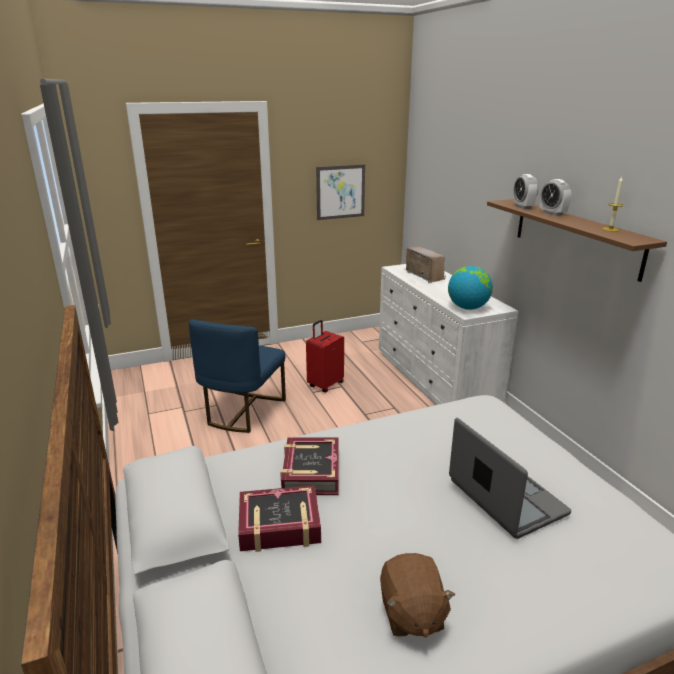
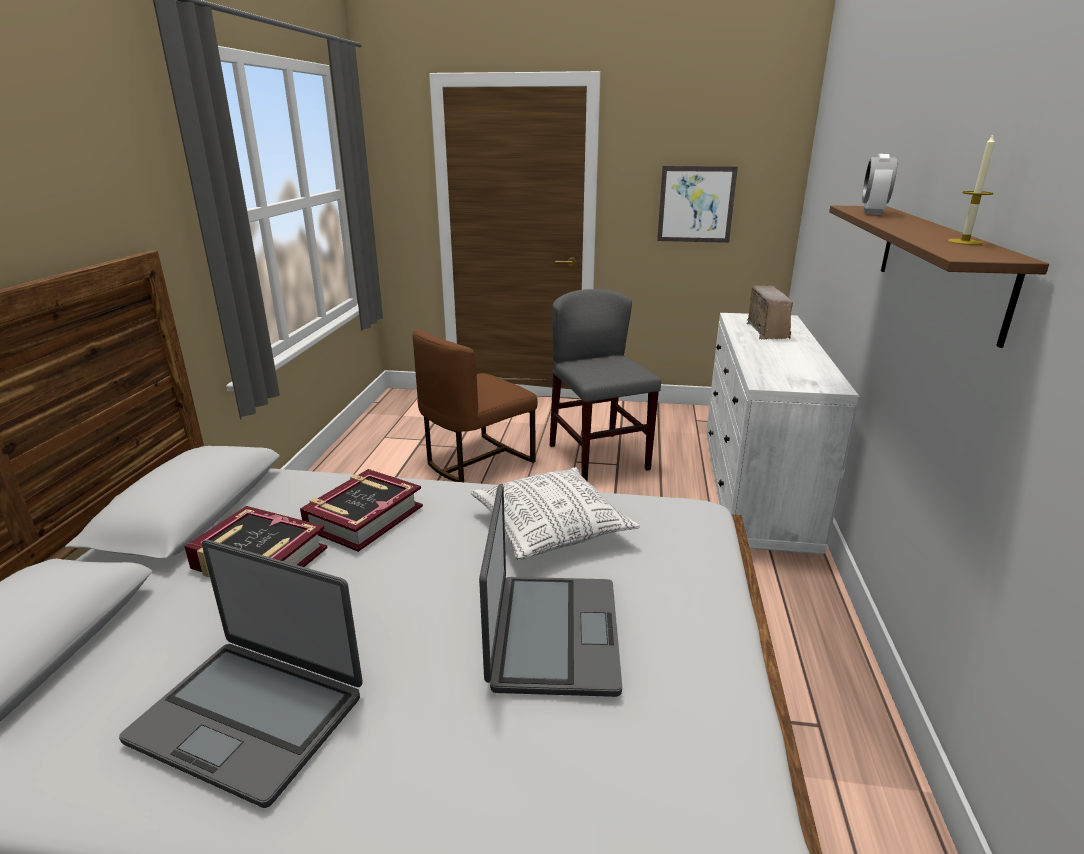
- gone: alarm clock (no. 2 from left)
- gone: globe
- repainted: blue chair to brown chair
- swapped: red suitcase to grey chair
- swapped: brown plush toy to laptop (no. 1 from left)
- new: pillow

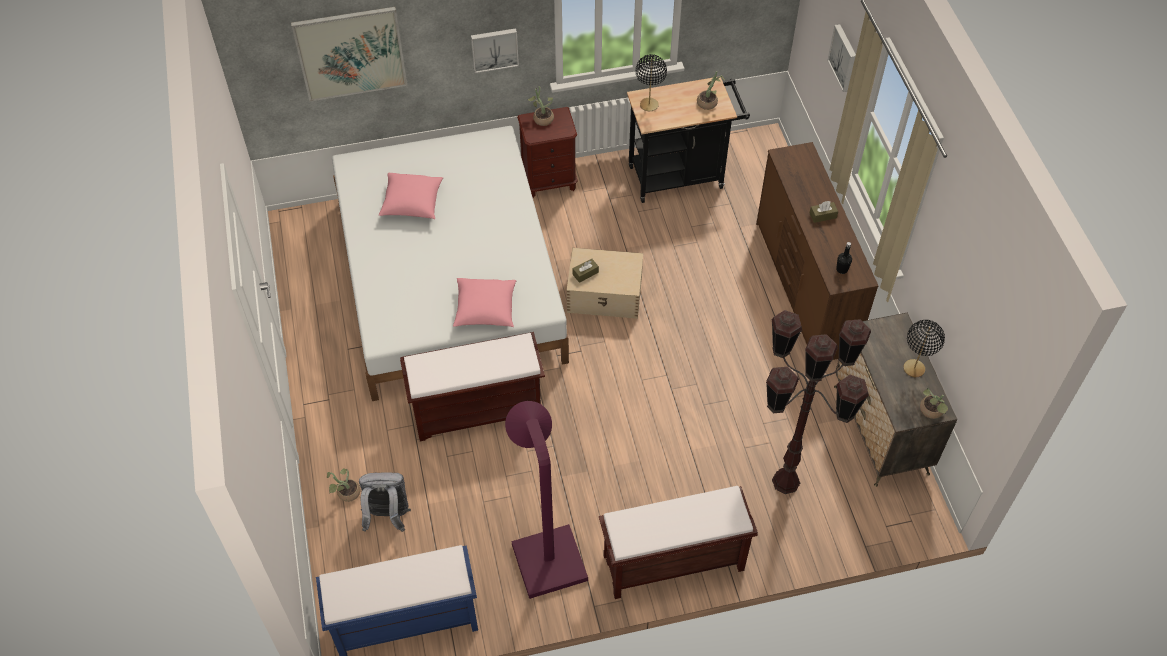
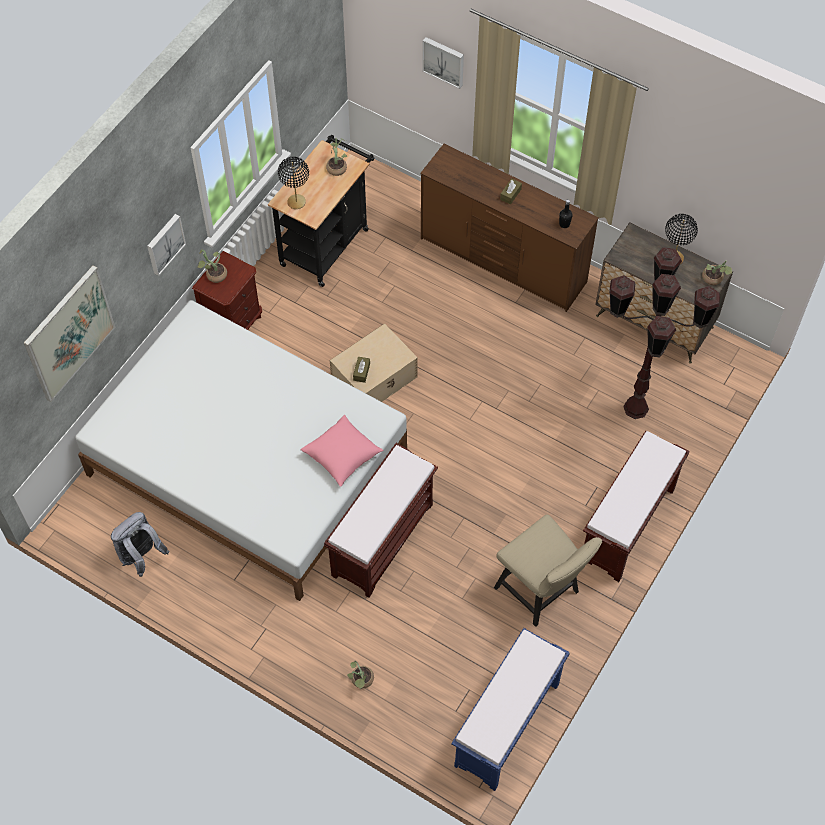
- gone: pink pillow (no. 1 from left)
- swapped: purple floor lamp to beige chair
- shifted: grey backpack

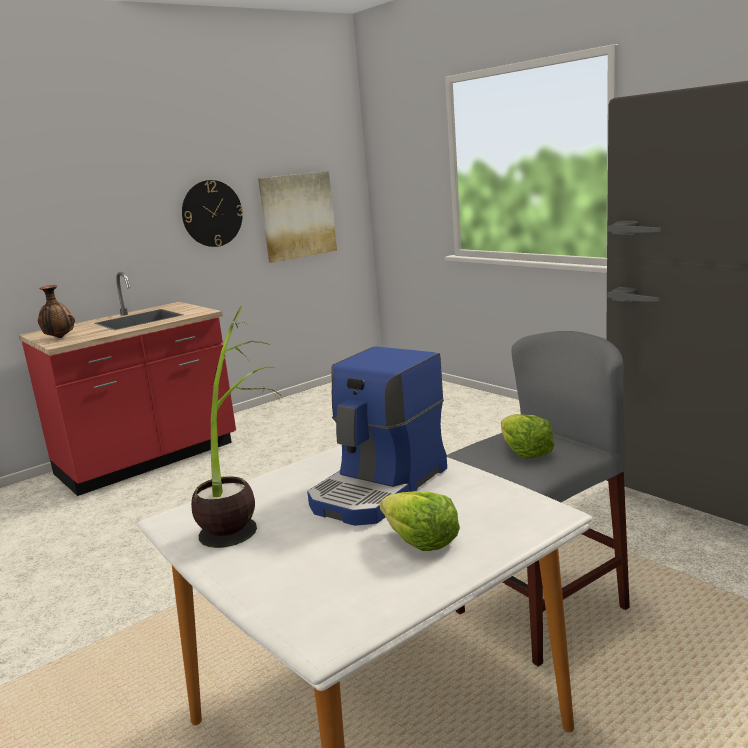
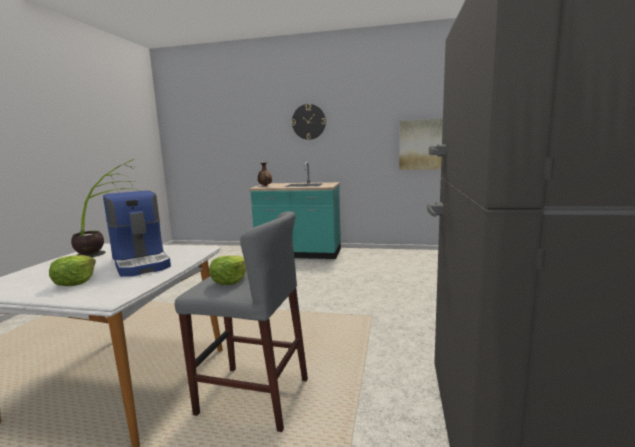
- shifted: wall clock
- repainted: red counter to turquoise counter
- rotated: coffee machine 120 degrees counterclockwise

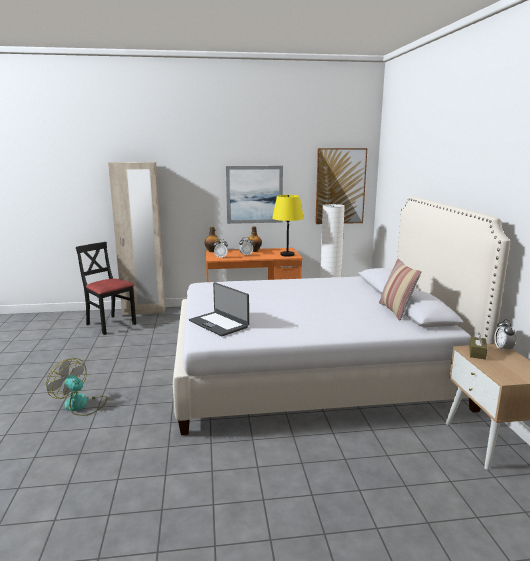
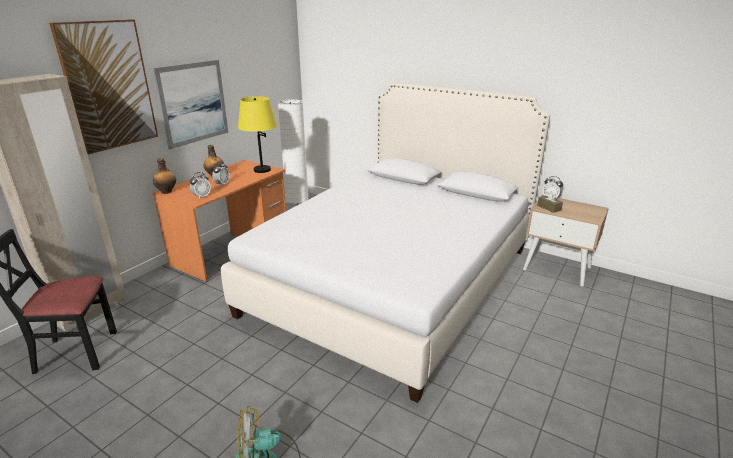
- shifted: picture (no. 2 from left in the first image) to picture (no. 1 from left)
- gone: pillow
- gone: laptop

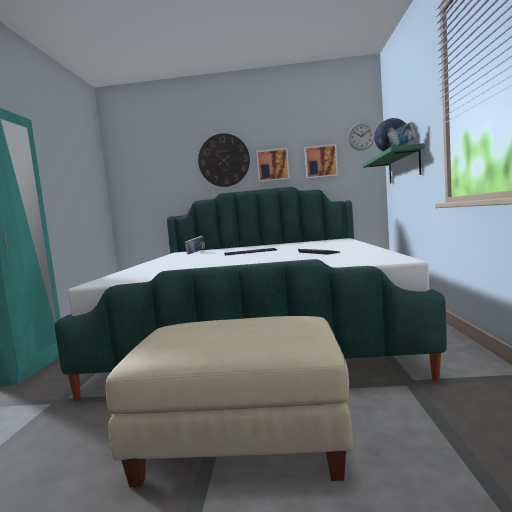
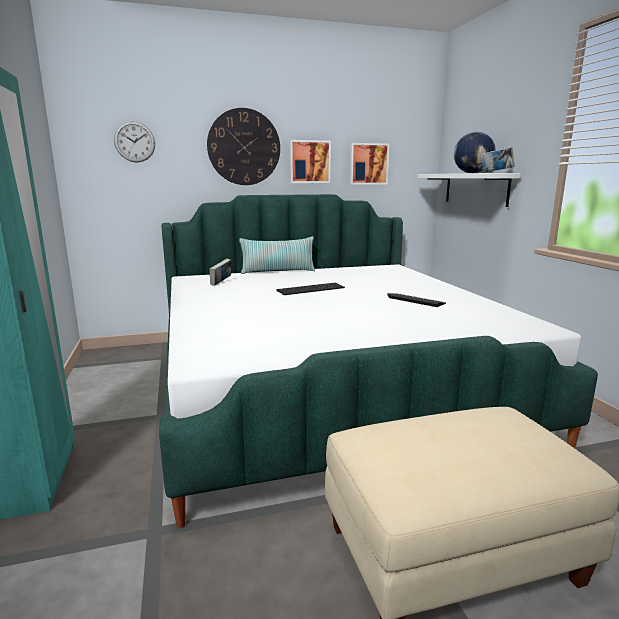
- shifted: wall clock (no. 2 from left in the first image) to wall clock (no. 1 from left)
- repainted: green shelf to white shelf
- new: pillow

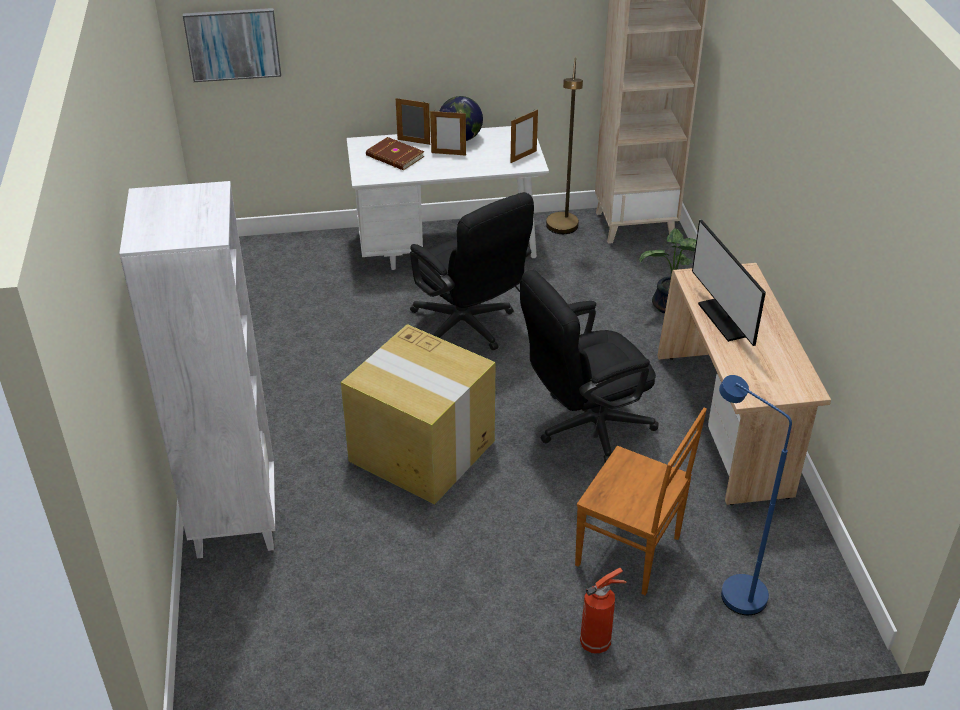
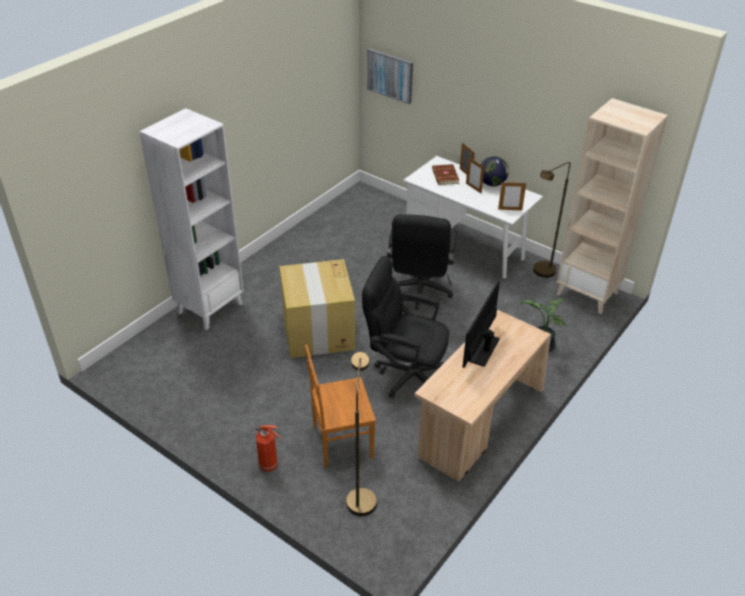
- repainted: blue floor lamp to brown floor lamp (no. 1 from left)
- rotated: brown chair 90 degrees clockwise

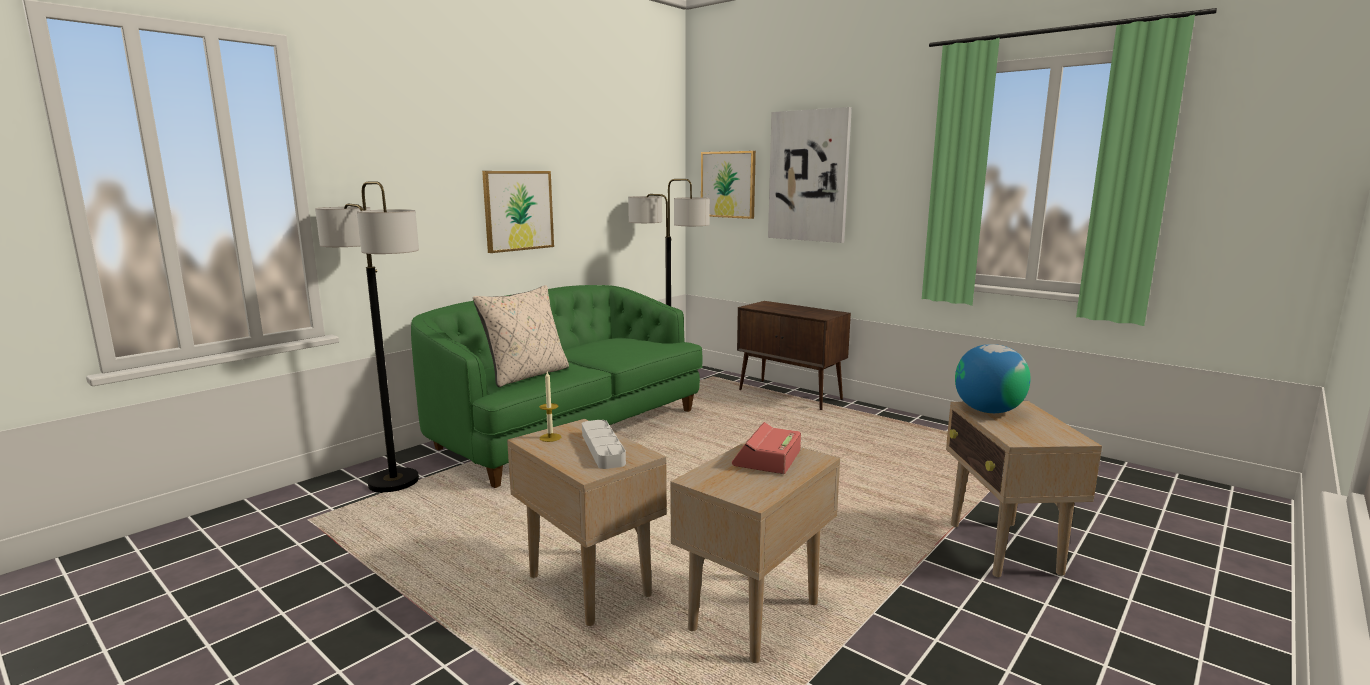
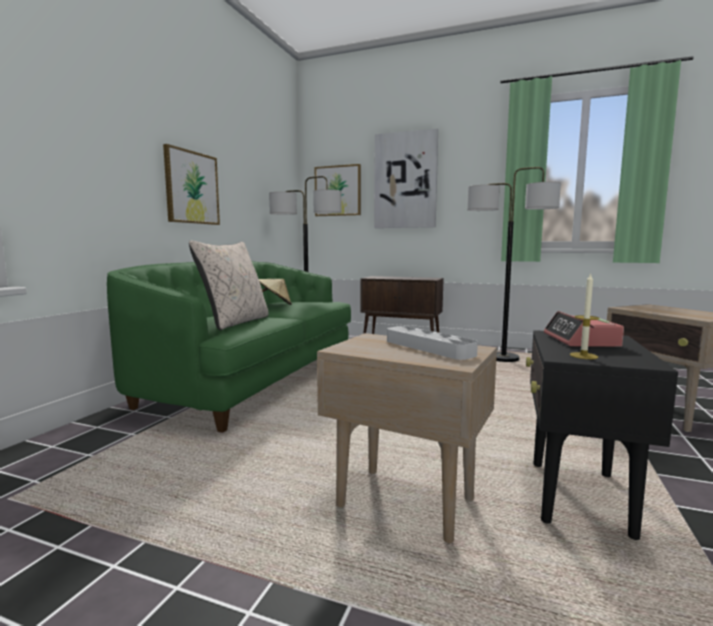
- shifted: floor lamp (no. 1 from left in the first image) to floor lamp (no. 2 from left)
- gone: globe
- shifted: candle
- repainted: beige side table (no. 2 from left) to black side table
- new: beige hat

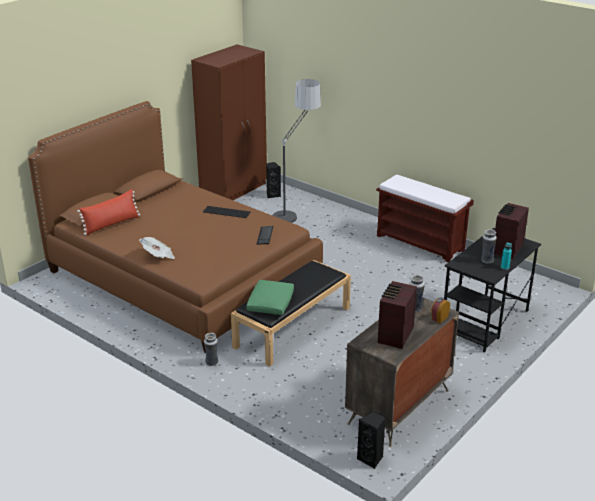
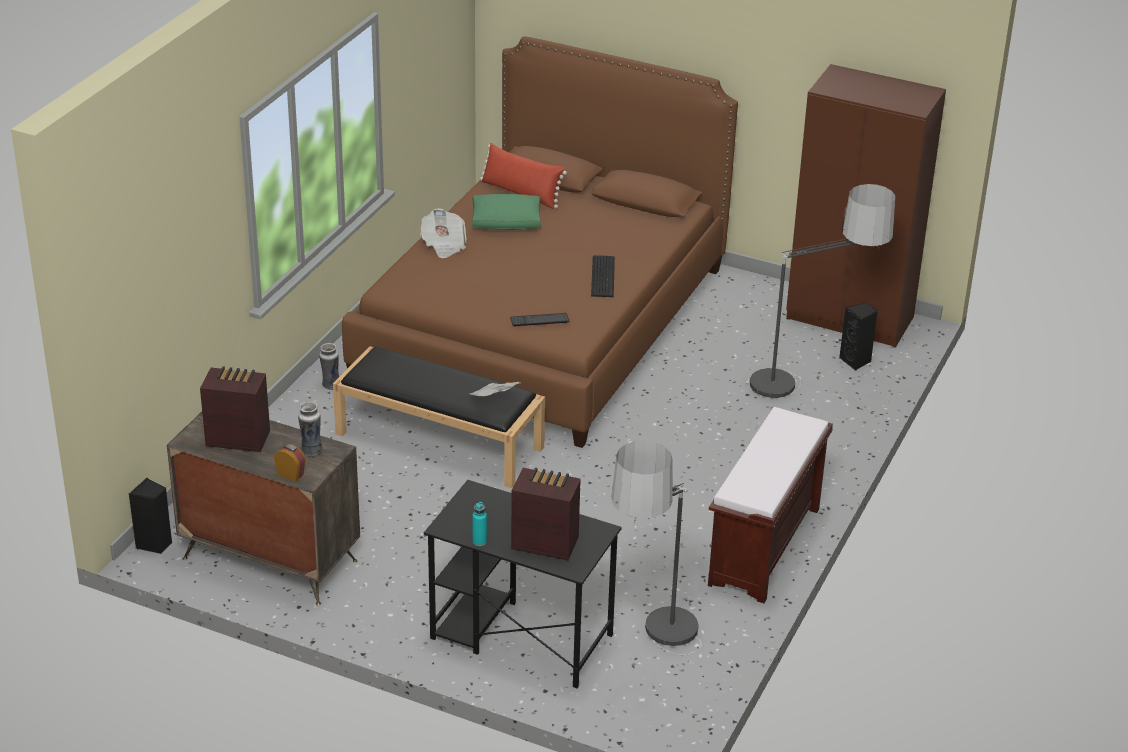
- gone: vase (no. 3 from left)
- shifted: green pillow
- new: newspaper (no. 2 from left)
- new: floor lamp (no. 1 from left)

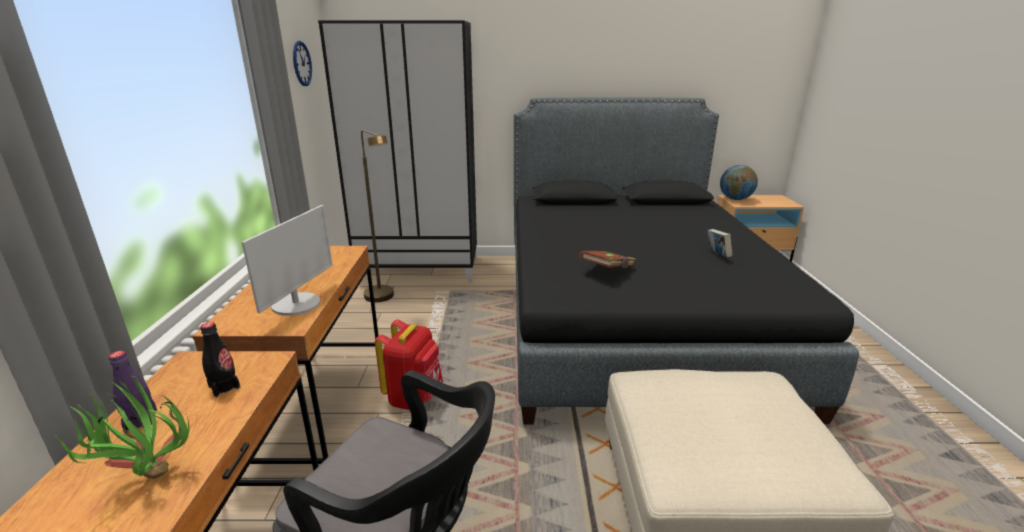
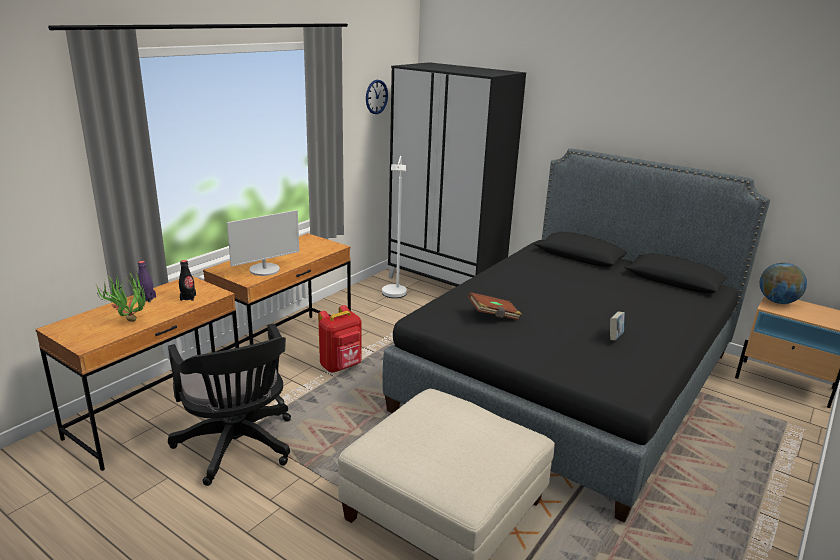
- repainted: brown floor lamp to white floor lamp

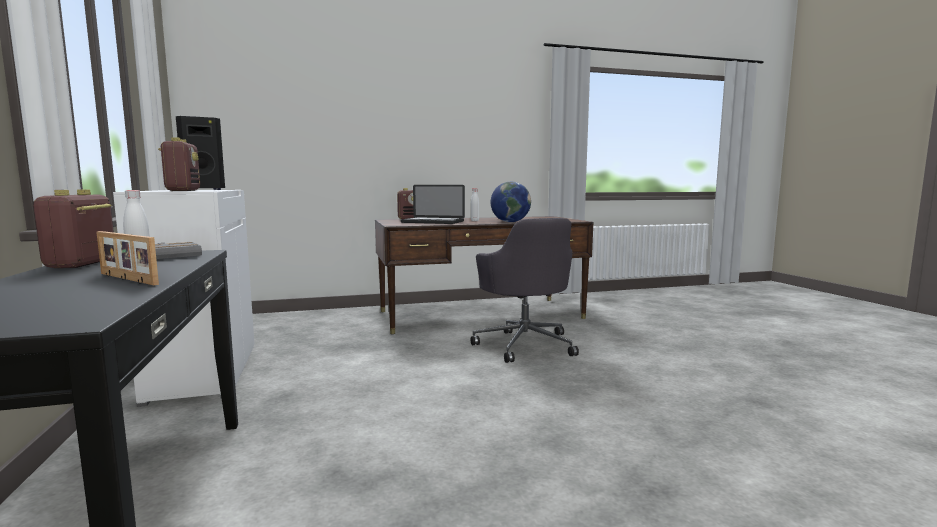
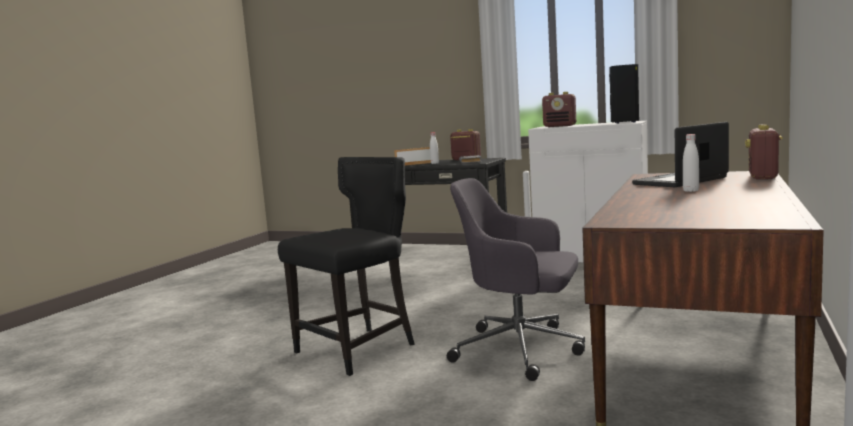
- gone: globe
- new: black chair

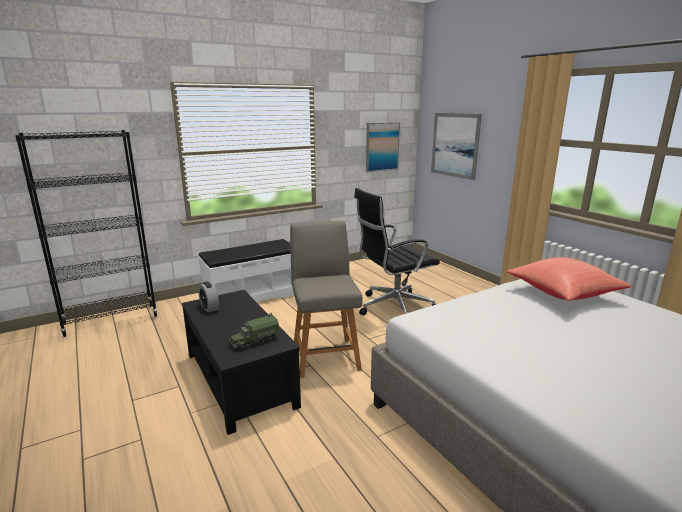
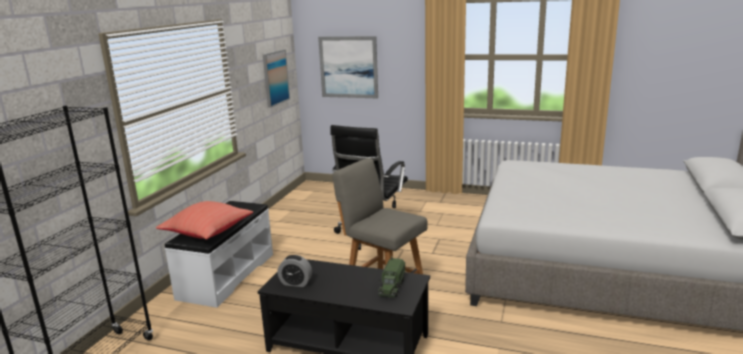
- shifted: red pillow

